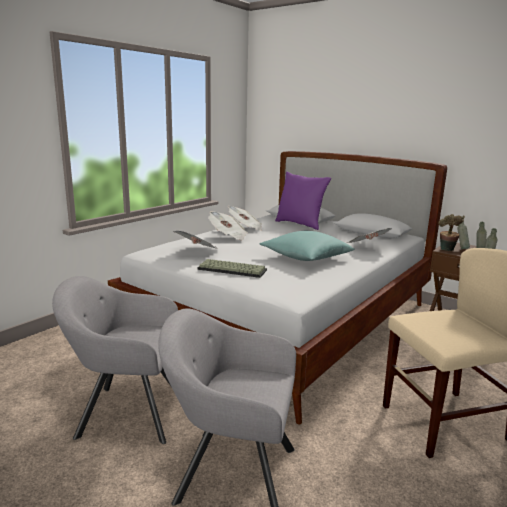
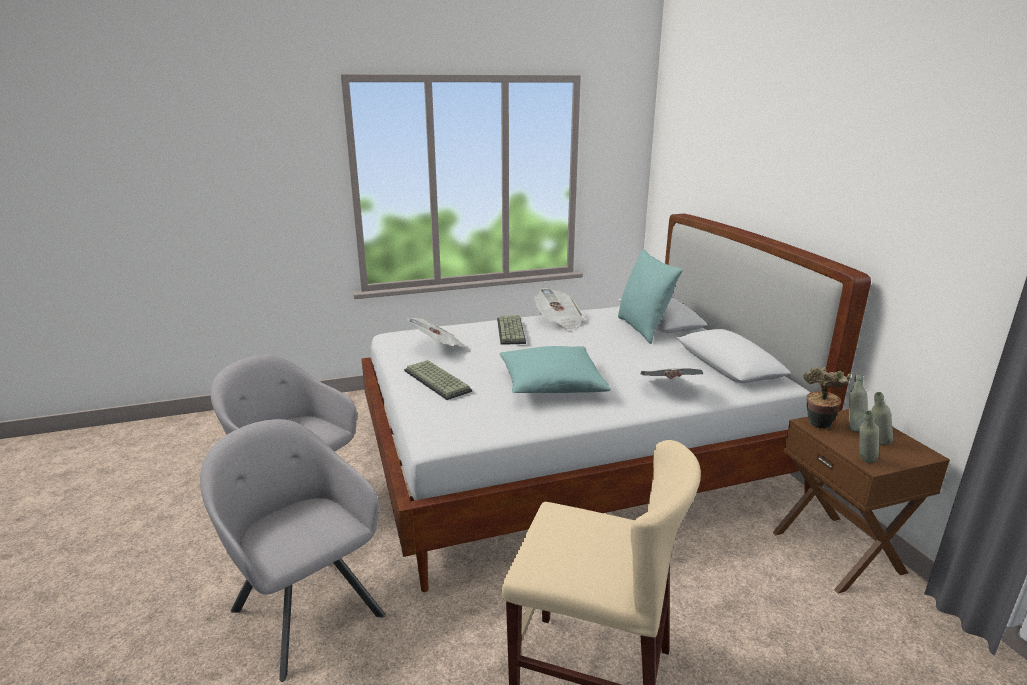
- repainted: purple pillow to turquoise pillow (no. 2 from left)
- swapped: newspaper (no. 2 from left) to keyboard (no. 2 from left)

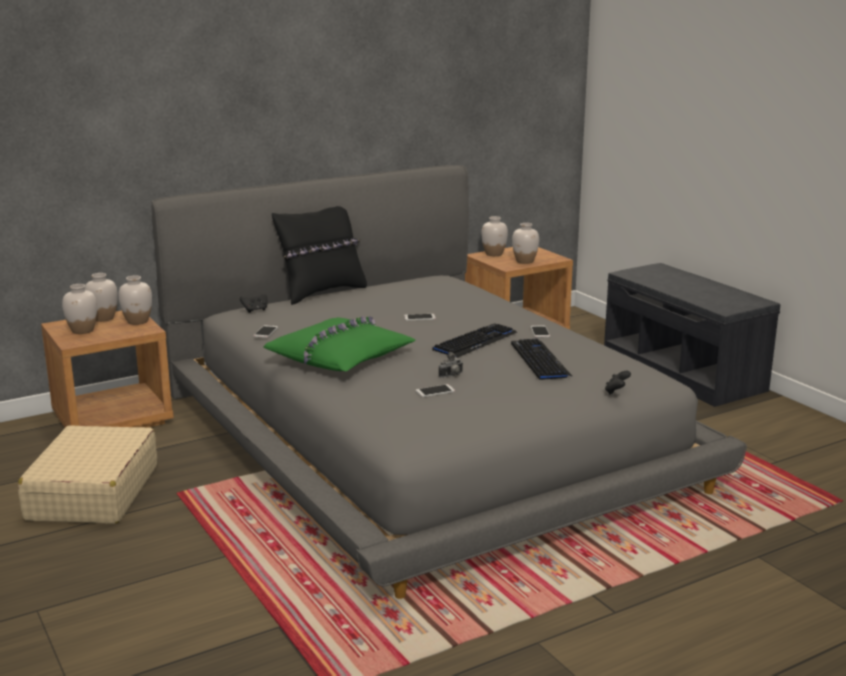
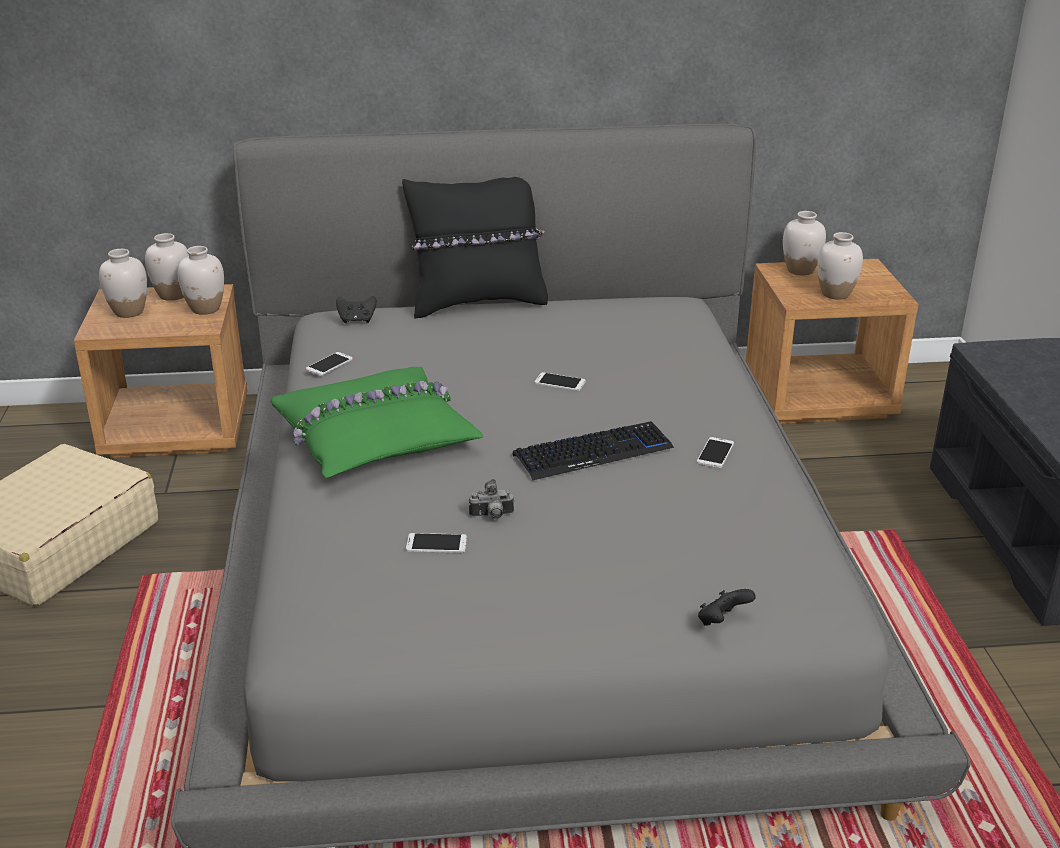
- gone: keyboard (no. 2 from left)

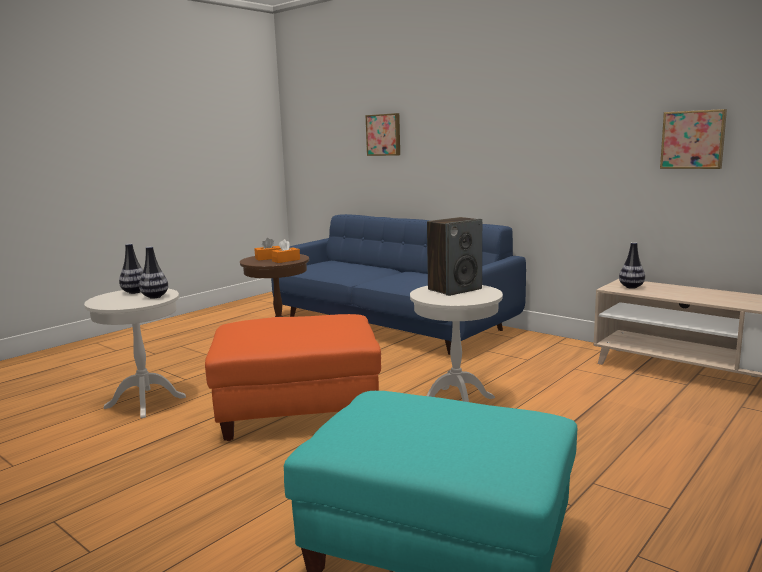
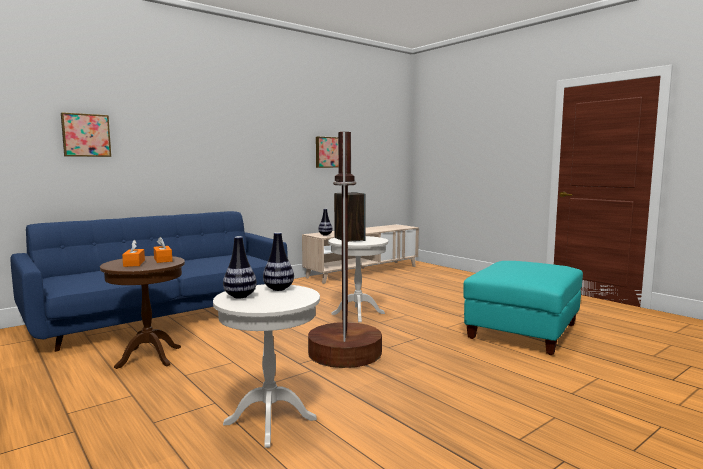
- swapped: orange ottoman to brown floor lamp

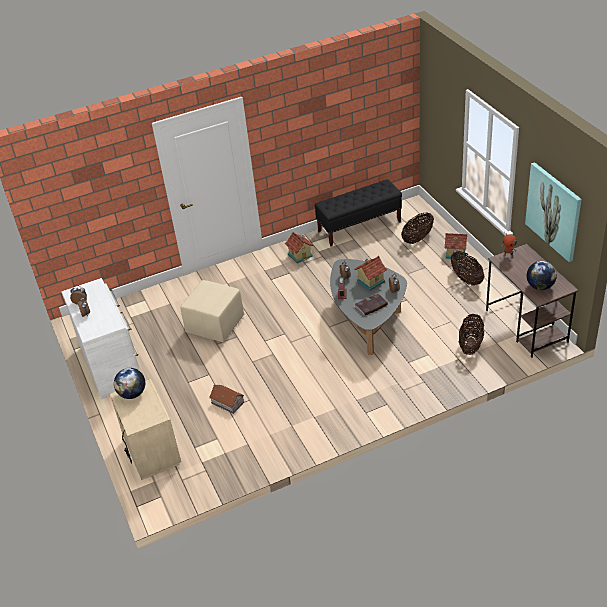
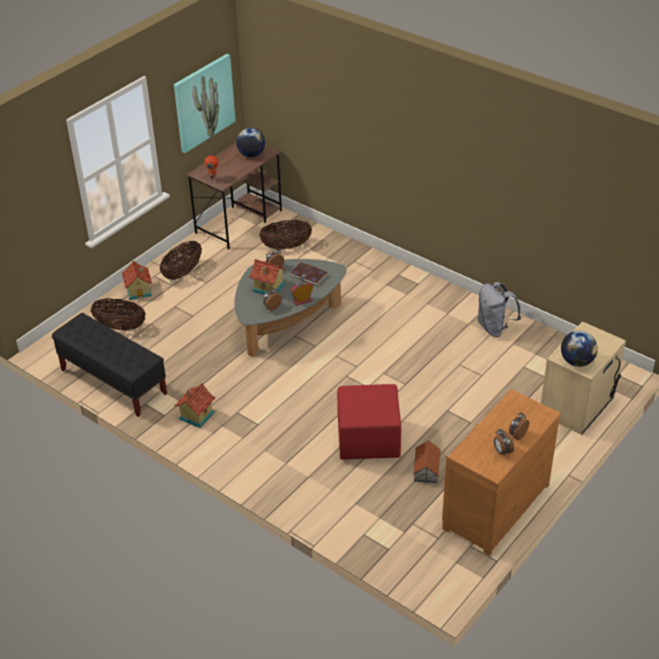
- repainted: white dresser to brown dresser
- repainted: beige ottoman to red ottoman
- shifted: toy house (no. 1 from left in the first image) to toy house (no. 4 from left)
- new: grey backpack

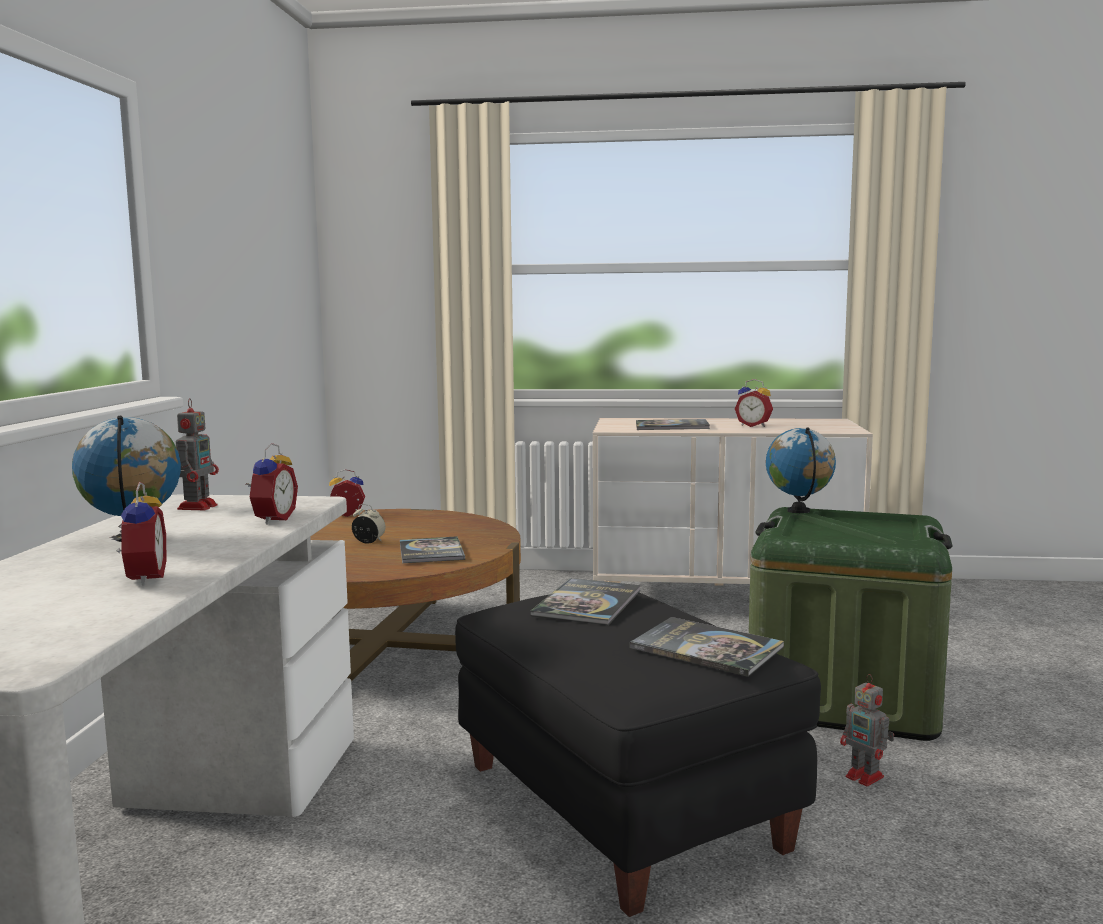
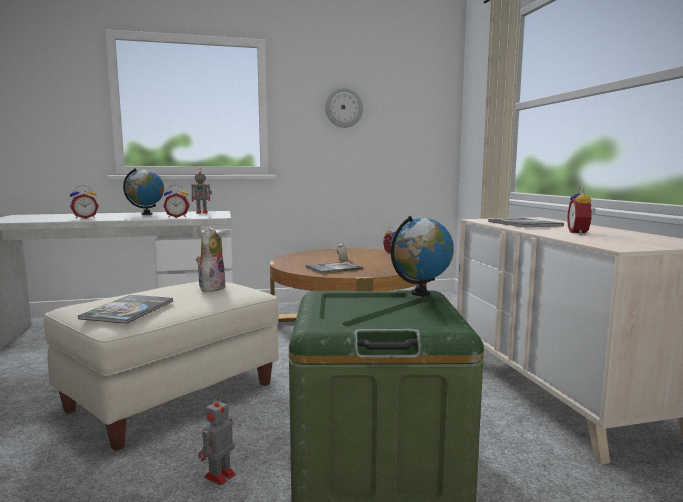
- swapped: book (no. 2 from left) to plush toy
- repainted: black ottoman to beige ottoman
- new: wall clock

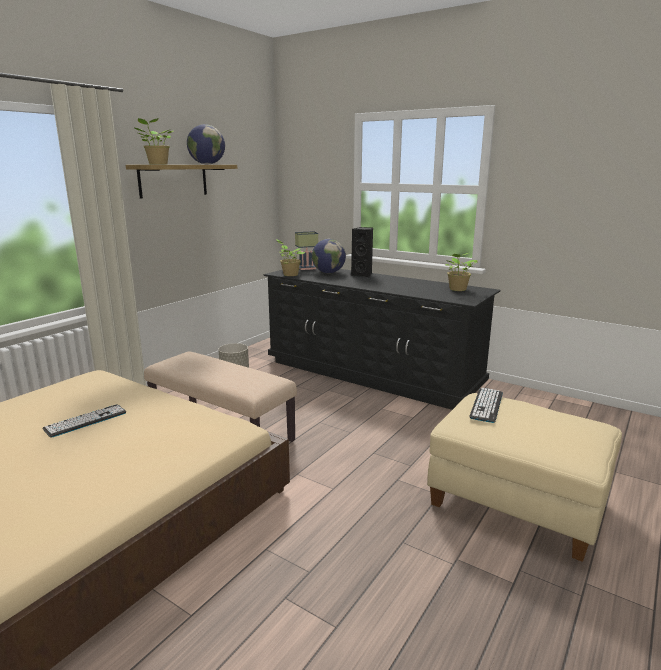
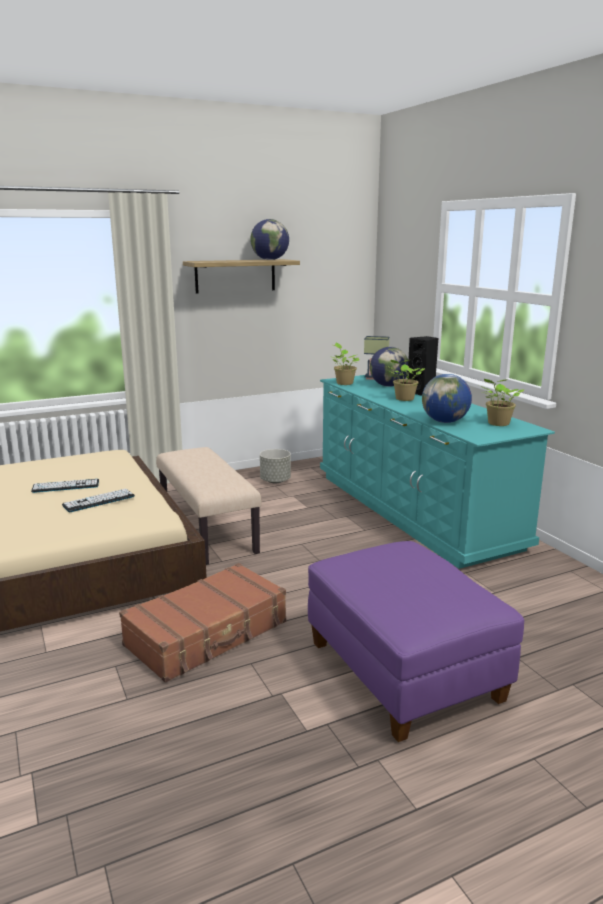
- shifted: potted plant (no. 1 from left in the first image) to potted plant (no. 2 from left)
- repainted: black dresser to turquoise dresser
- shifted: keyboard (no. 2 from left)
- repainted: beige ottoman to purple ottoman
- new: globe (no. 3 from left)
- new: brown suitcase

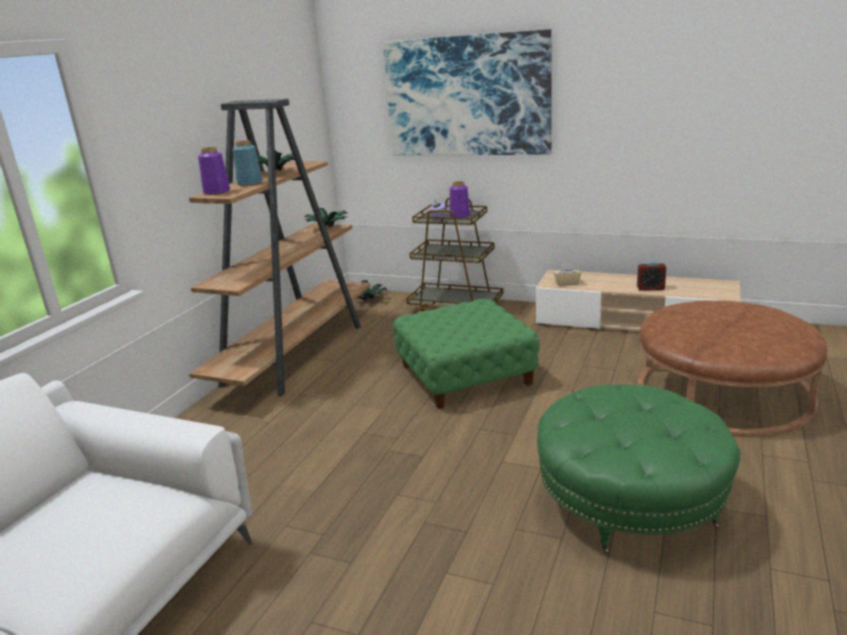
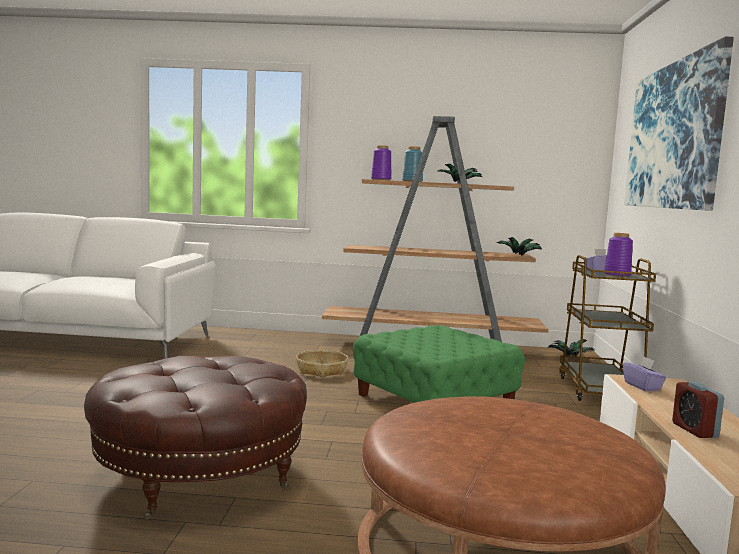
- repainted: beige tissue box to purple tissue box (no. 2 from left)
- repainted: green ottoman (no. 2 from left) to brown ottoman (no. 1 from left)
- new: basket

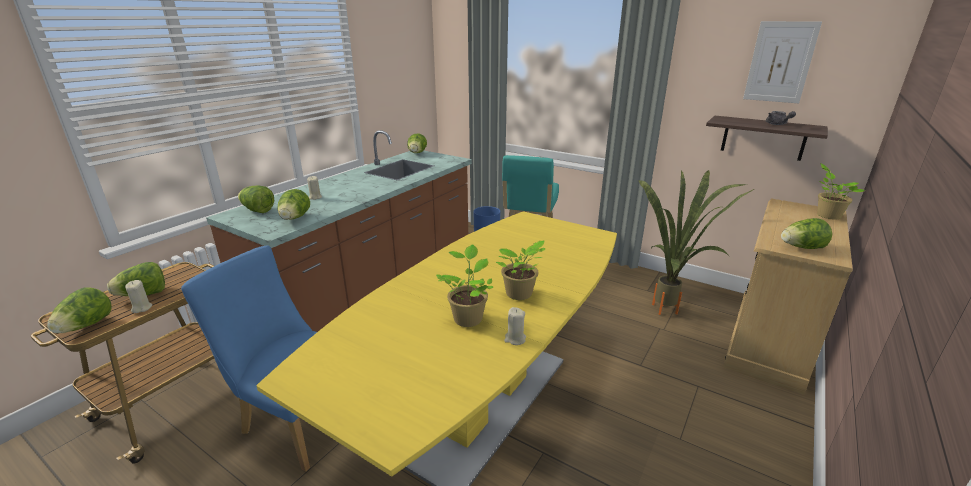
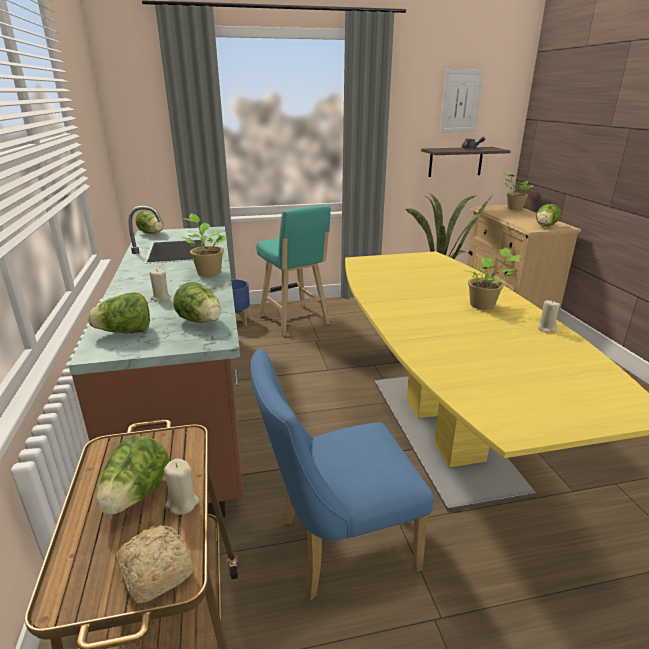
- shifted: potted plant (no. 1 from left)
- swapped: lettuce (no. 1 from left) to bread

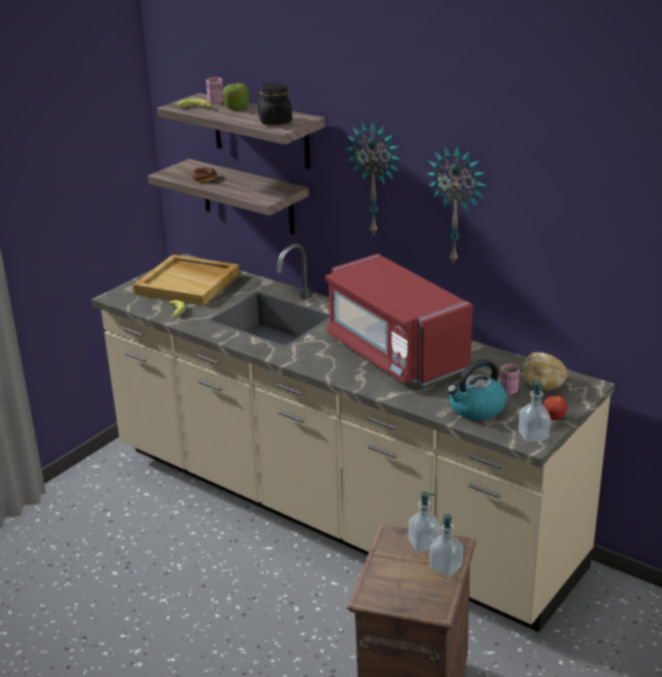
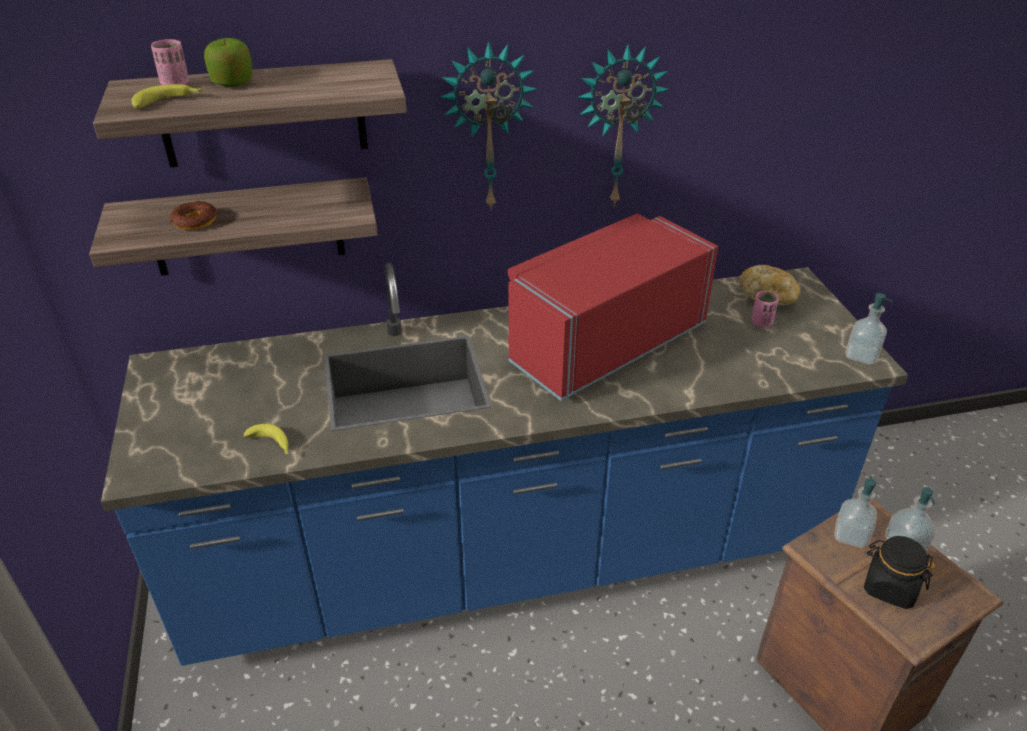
- shifted: black jar
- repainted: beige counter to blue counter
- gone: beige tray
- rotated: red microwave 135 degrees clockwise
- gone: kettle
- gone: tomato

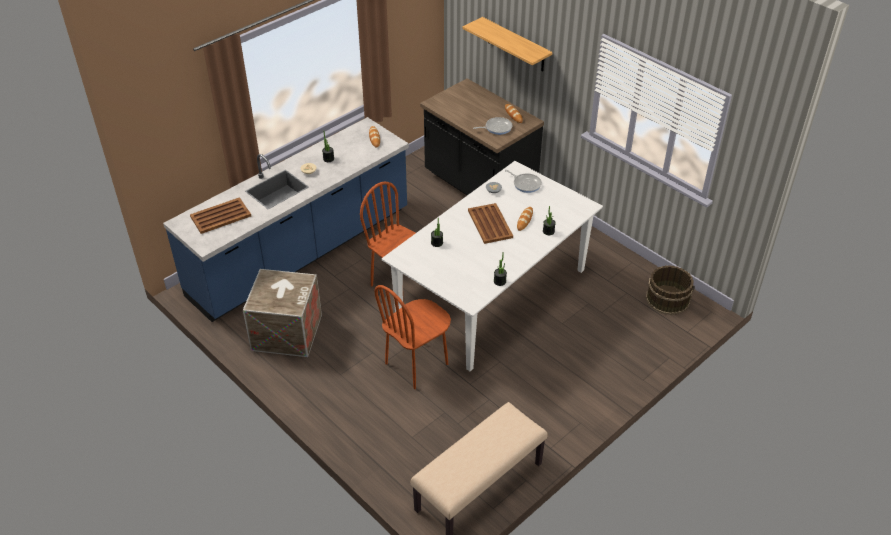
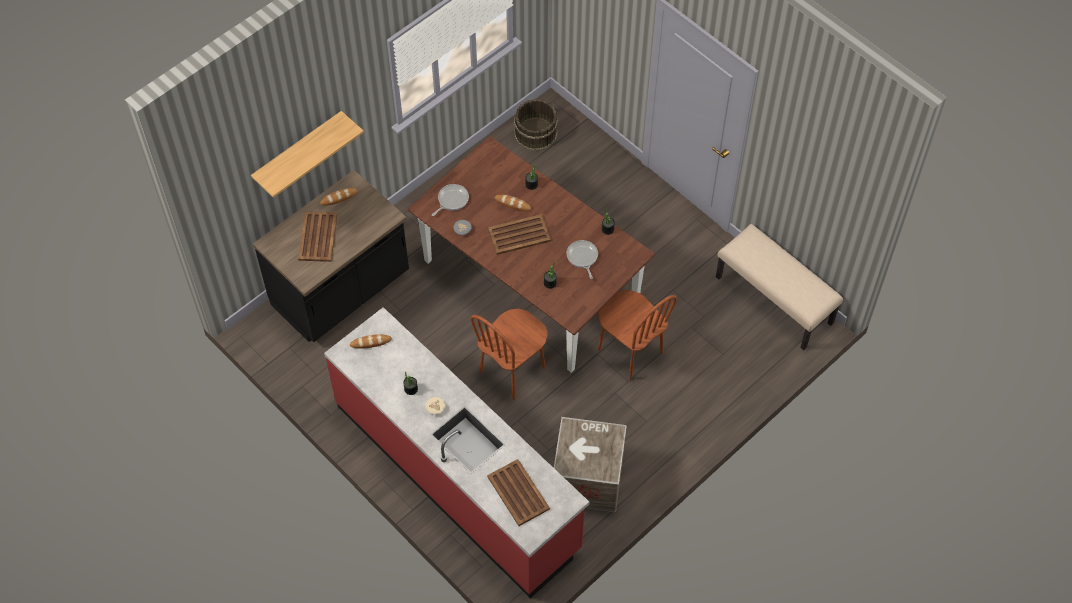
- repainted: blue counter to red counter
- shifted: frying pan (no. 1 from left in the first image) to frying pan (no. 2 from left)
- repainted: white dining table to brown dining table
- new: brown tray (no. 1 from left)

